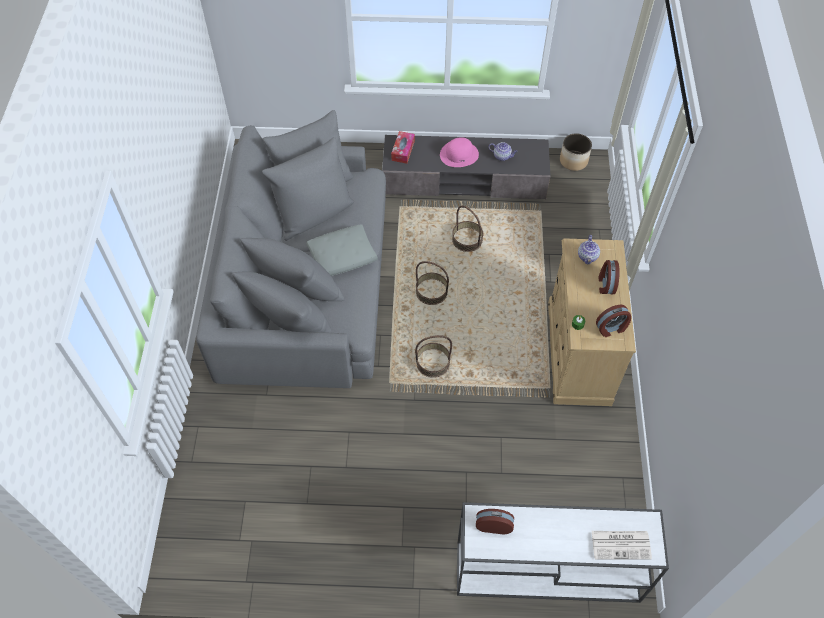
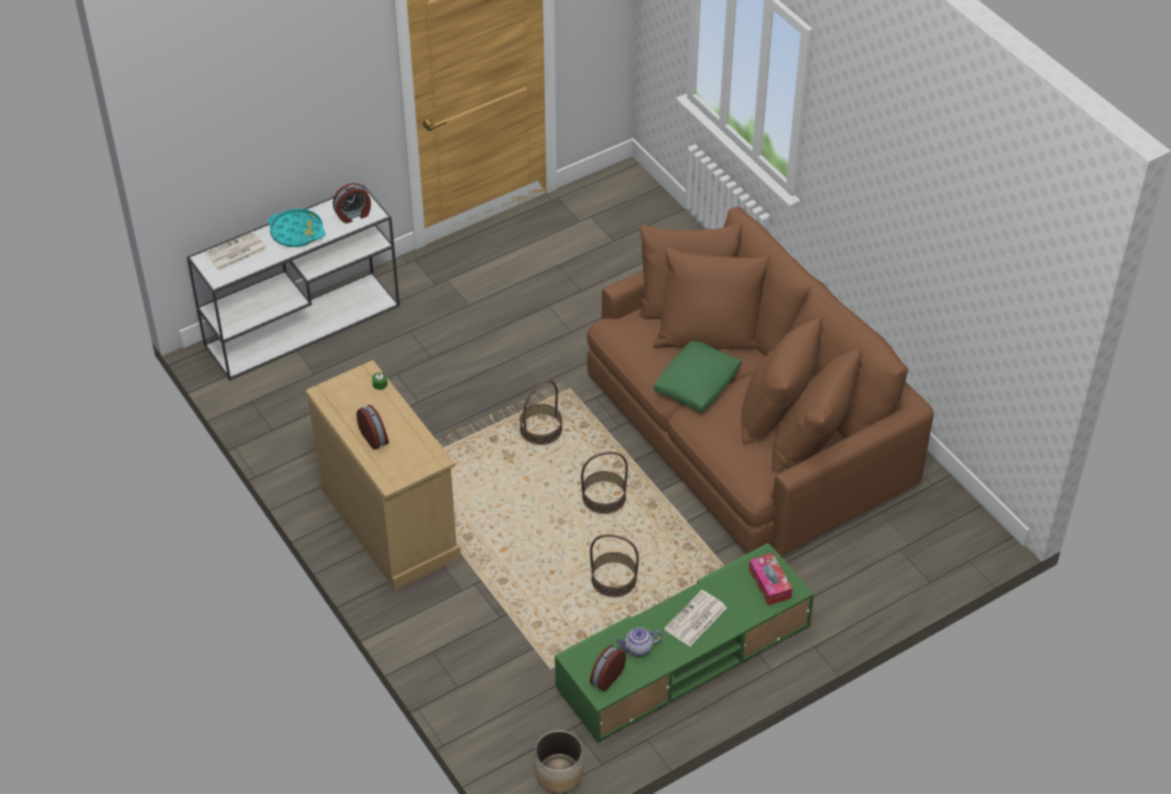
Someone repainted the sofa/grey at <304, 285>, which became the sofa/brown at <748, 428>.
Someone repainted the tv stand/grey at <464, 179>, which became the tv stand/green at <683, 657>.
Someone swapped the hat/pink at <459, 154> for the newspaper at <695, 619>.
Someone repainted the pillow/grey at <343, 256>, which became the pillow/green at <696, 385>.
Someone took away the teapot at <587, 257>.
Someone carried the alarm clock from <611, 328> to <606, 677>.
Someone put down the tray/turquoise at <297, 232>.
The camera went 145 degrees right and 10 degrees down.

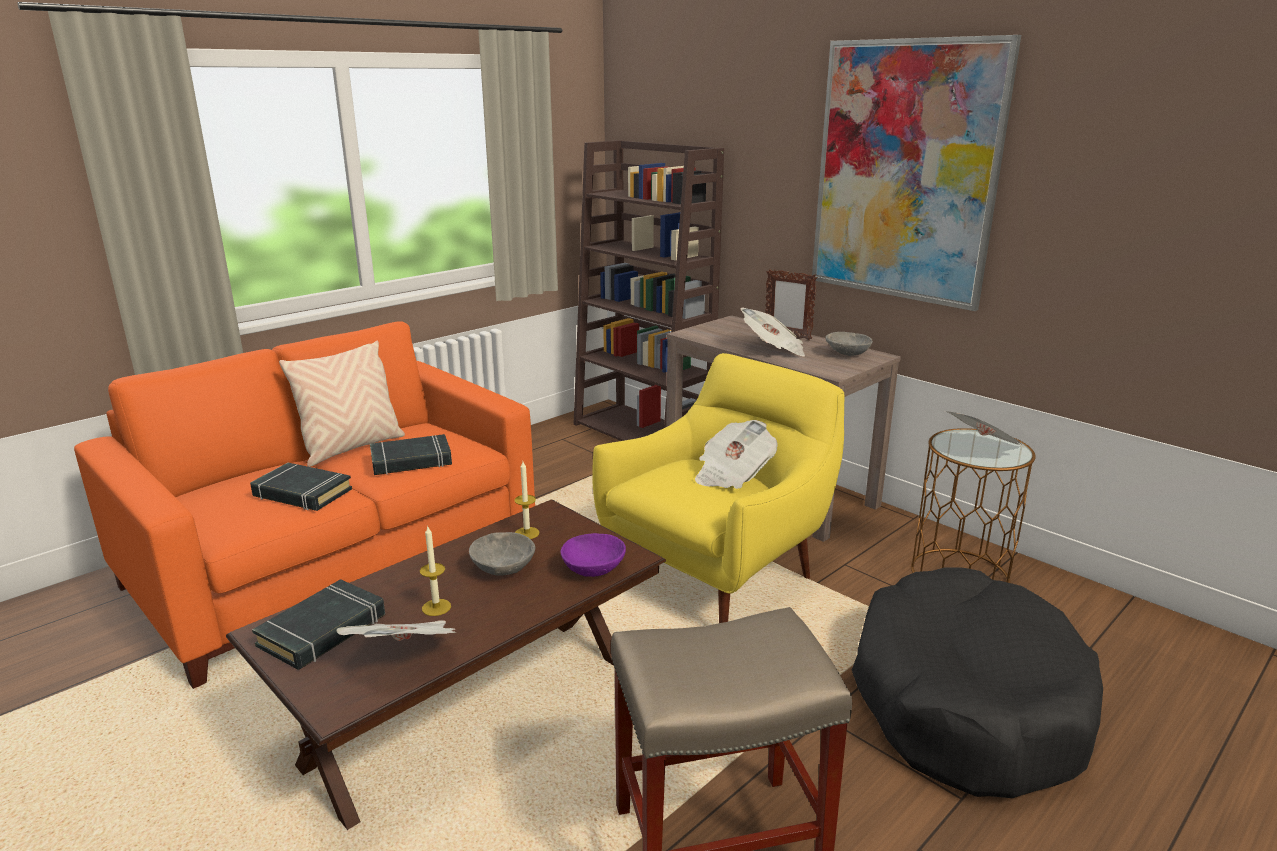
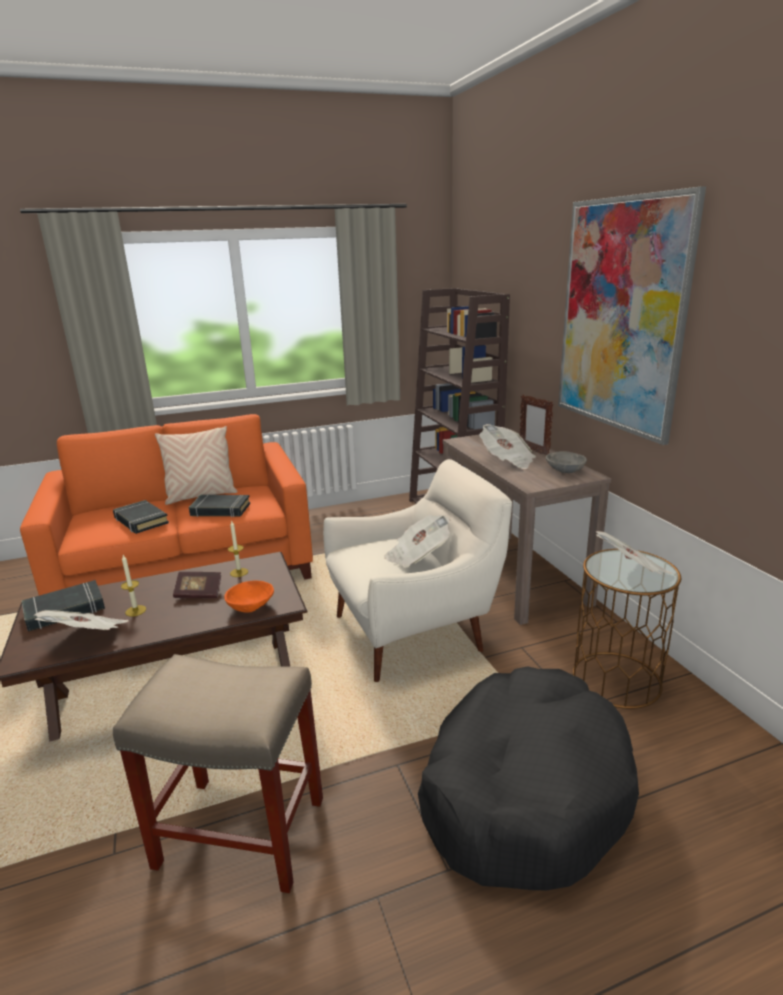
Someone repainted the armchair/yellow at <716, 573>, which became the armchair/white at <414, 631>.
Someone swapped the bowl/grey at <502, 568> for the book at <199, 593>.
Someone repainted the bowl/purple at <594, 569>, which became the bowl/orange at <252, 607>.
The camera went 25 degrees right and 0 degrees up.

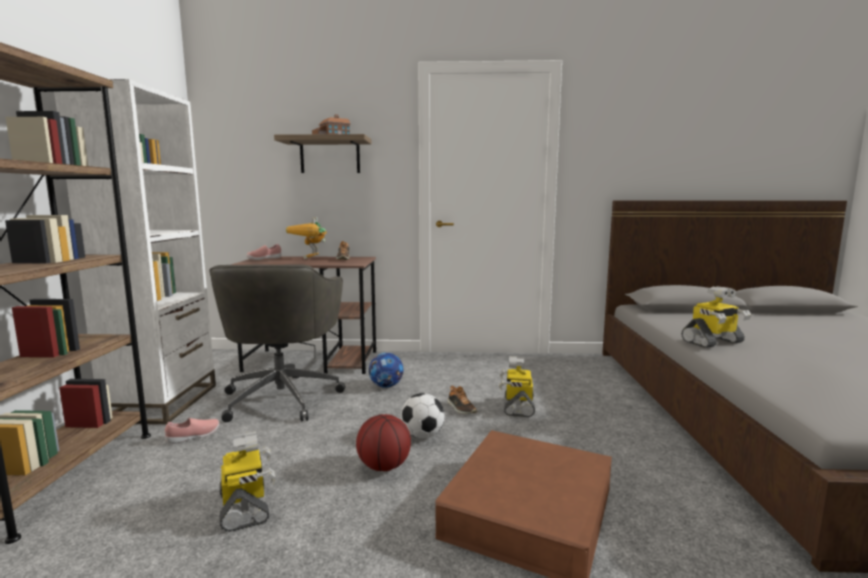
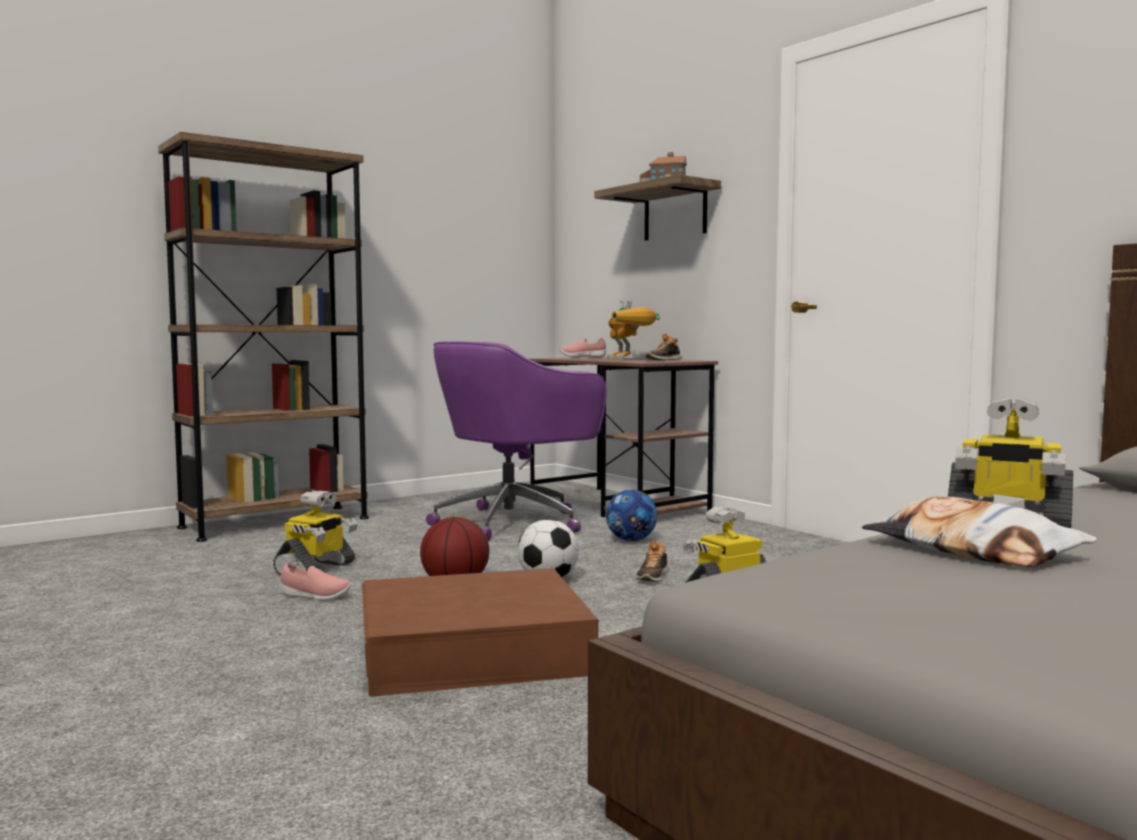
Someone took away the bookcase/white at <163, 402>.
Someone rotated the toy robot at <312, 259> by 90 degrees counterclockwise.
Someone repainted the office chair/grey at <282, 397>, which became the office chair/purple at <513, 522>.
Someone carried the shoe/pink from <194, 436> to <315, 596>.
Someone put down the pillow at <972, 550>.
The camera went 50 degrees right and 5 degrees down.

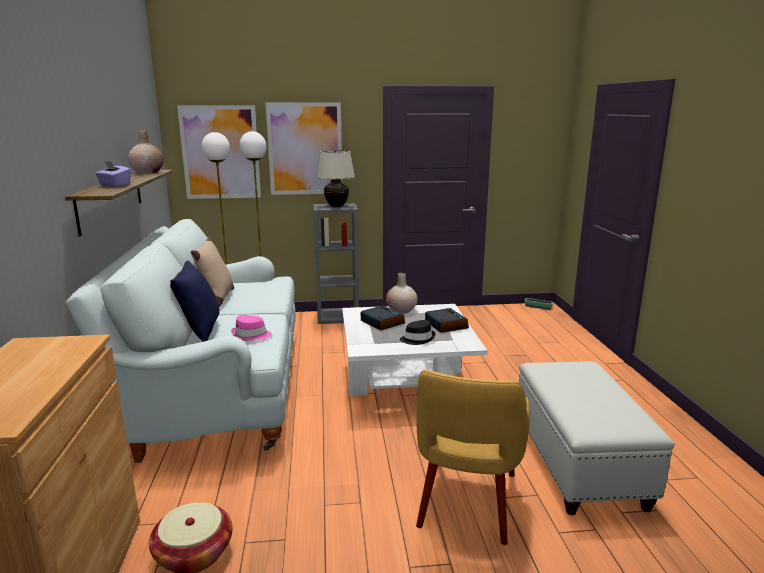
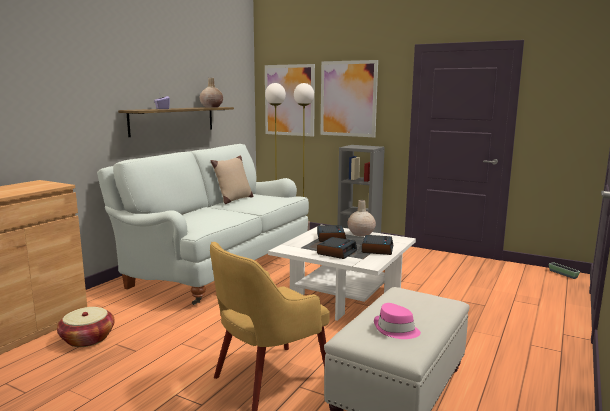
Someone took away the table lamp/beige at <336, 206>.
Someone took away the pillow/blue at <199, 331>.
Someone carried the hat/pink from <251, 335> to <396, 330>.
Someone swapped the hat/black at <417, 339> for the alarm clock at <336, 252>.
The camera went 35 degrees right and 5 degrees down.

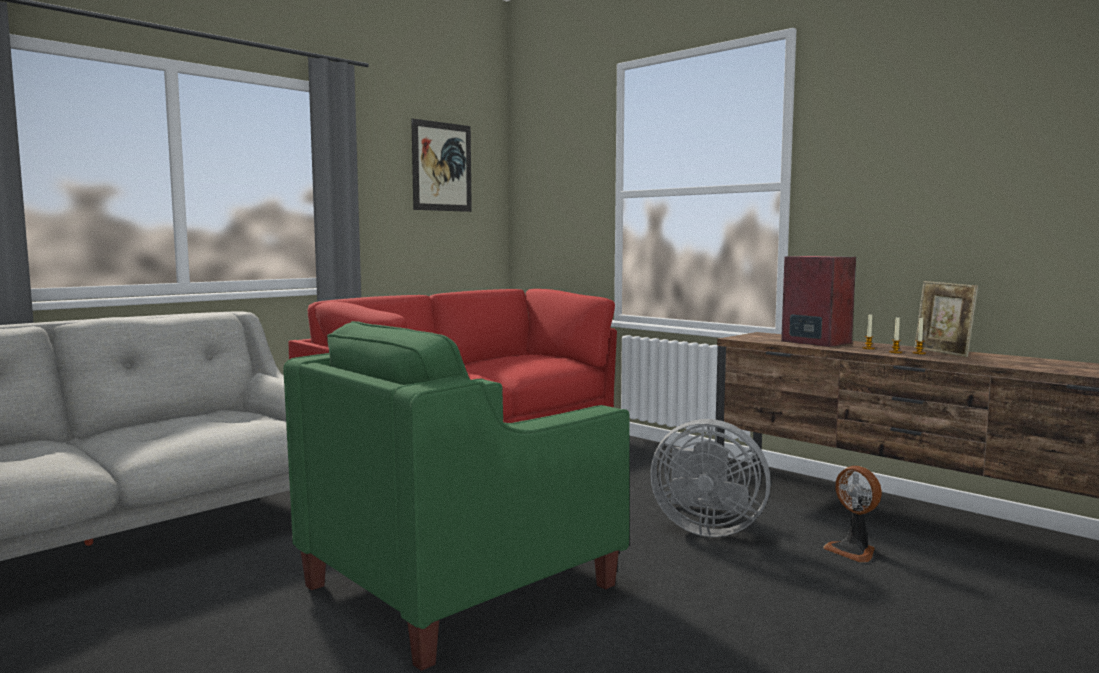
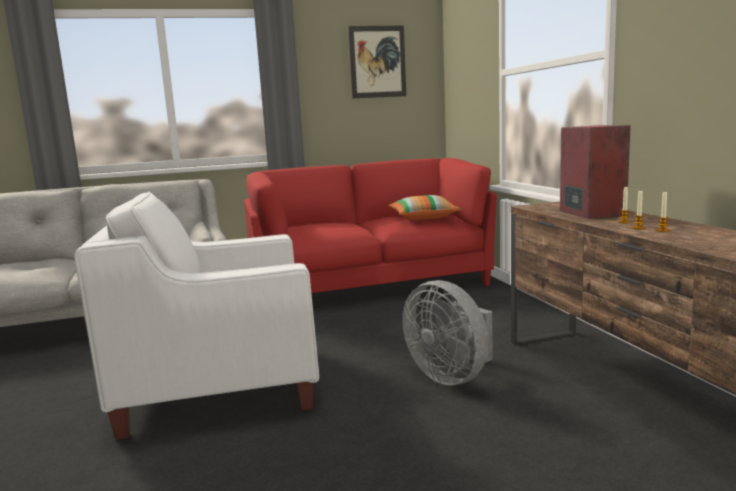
Someone took away the picture frame at <942, 353>.
Someone repainted the armchair/green at <460, 585>, which became the armchair/white at <219, 386>.
Someone took away the fan at <853, 551>.
Someone put down the pillow at <423, 218>.
The camera went 30 degrees right and 5 degrees up.

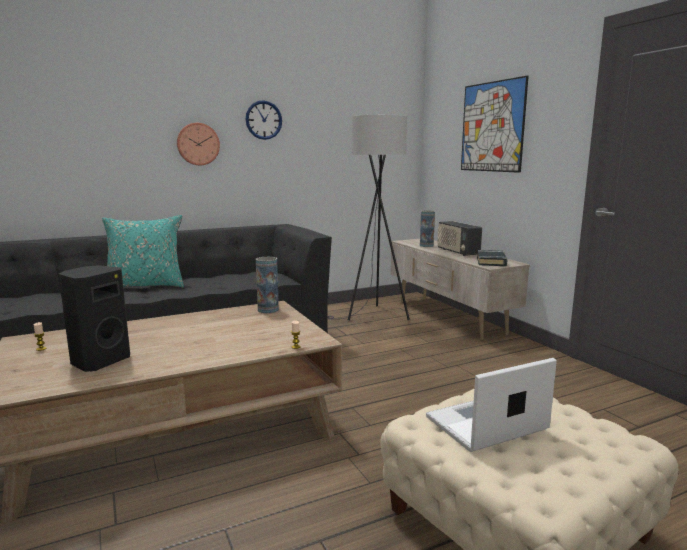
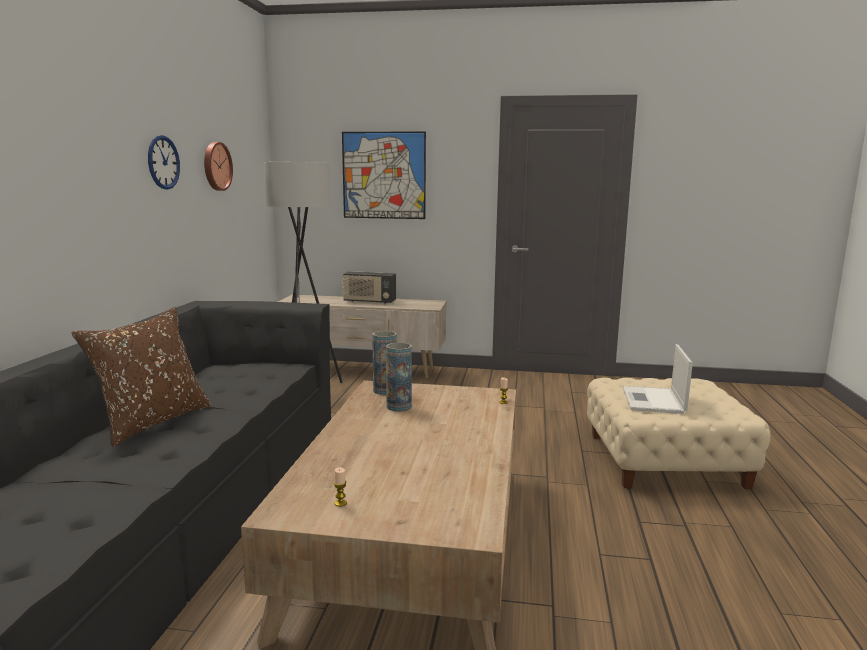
Someone carried the wall clock from <198, 144> to <216, 166>.
Someone carried the vase from <426, 245> to <399, 406>.
Someone repainted the pillow/turquoise at <145, 285>, which became the pillow/brown at <152, 422>.
Someone took away the book/black at <491, 261>.
Someone took away the speaker/black at <99, 361>.
The camera went 55 degrees left and 0 degrees up.

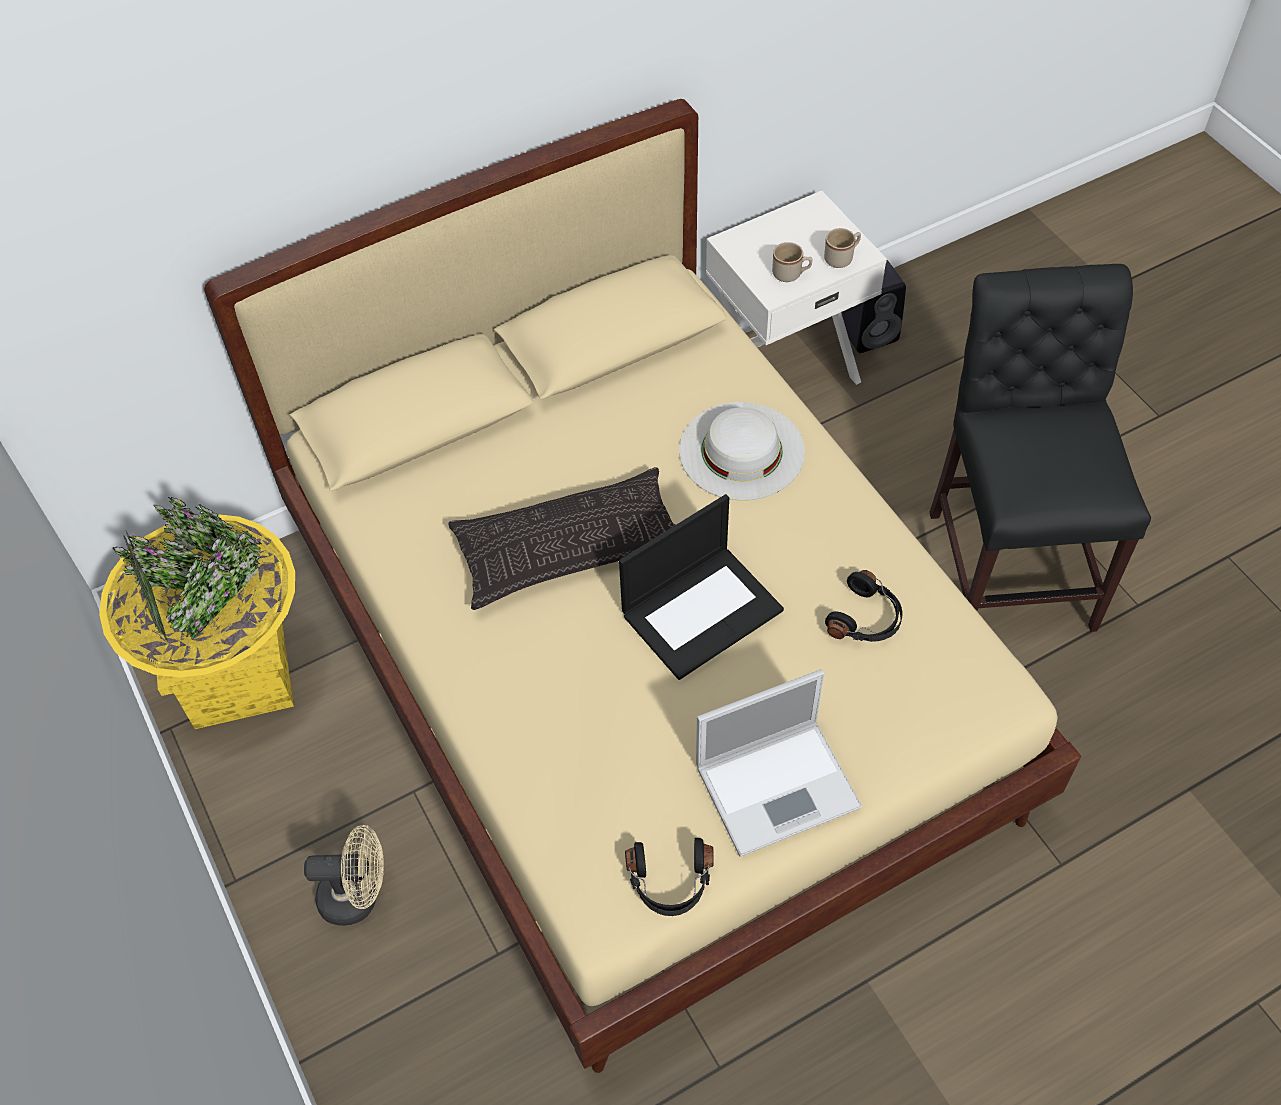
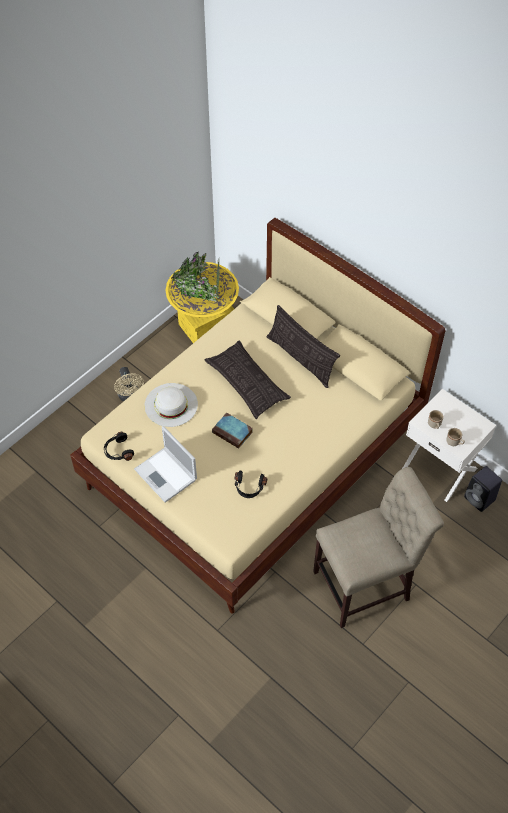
Someone repainted the chair/black at <1009, 559>, which became the chair/beige at <367, 584>.
Someone carried the hat/white from <741, 450> to <171, 404>.
Someone swapped the laptop at <702, 610> for the book at <233, 432>.
Someone put down the pillow at <301, 359>.
The camera went 70 degrees right and 0 degrees up.

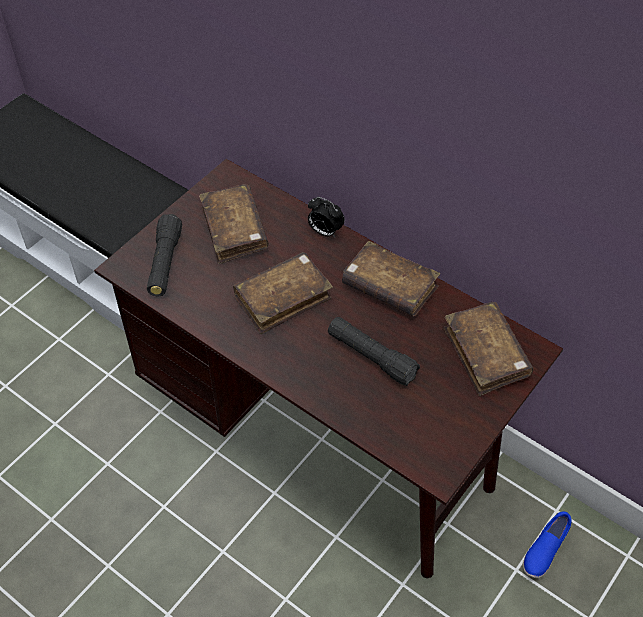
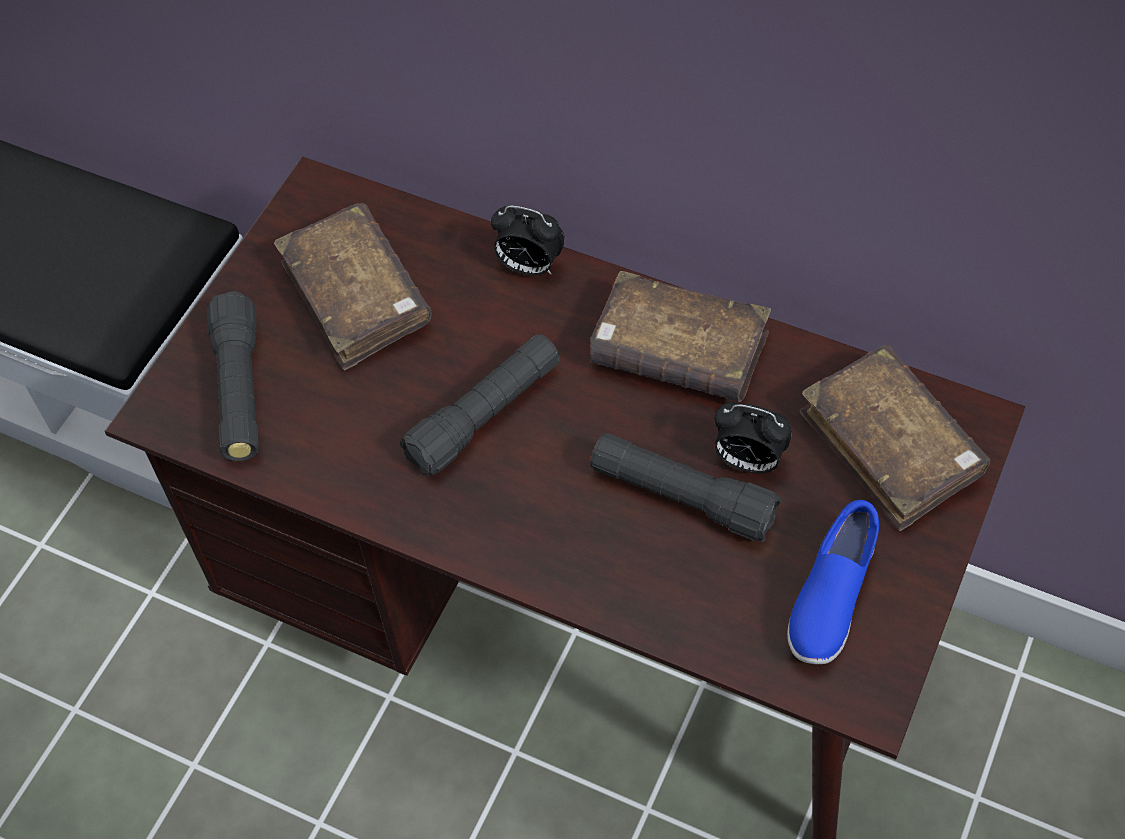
Someone swapped the book/brown at <282, 298> for the flashlight/black at <485, 415>.
Someone carried the shoe/blue from <544, 550> to <829, 597>.
Someone put down the alarm clock at <747, 461>.
The camera went 10 degrees left and 5 degrees up.

